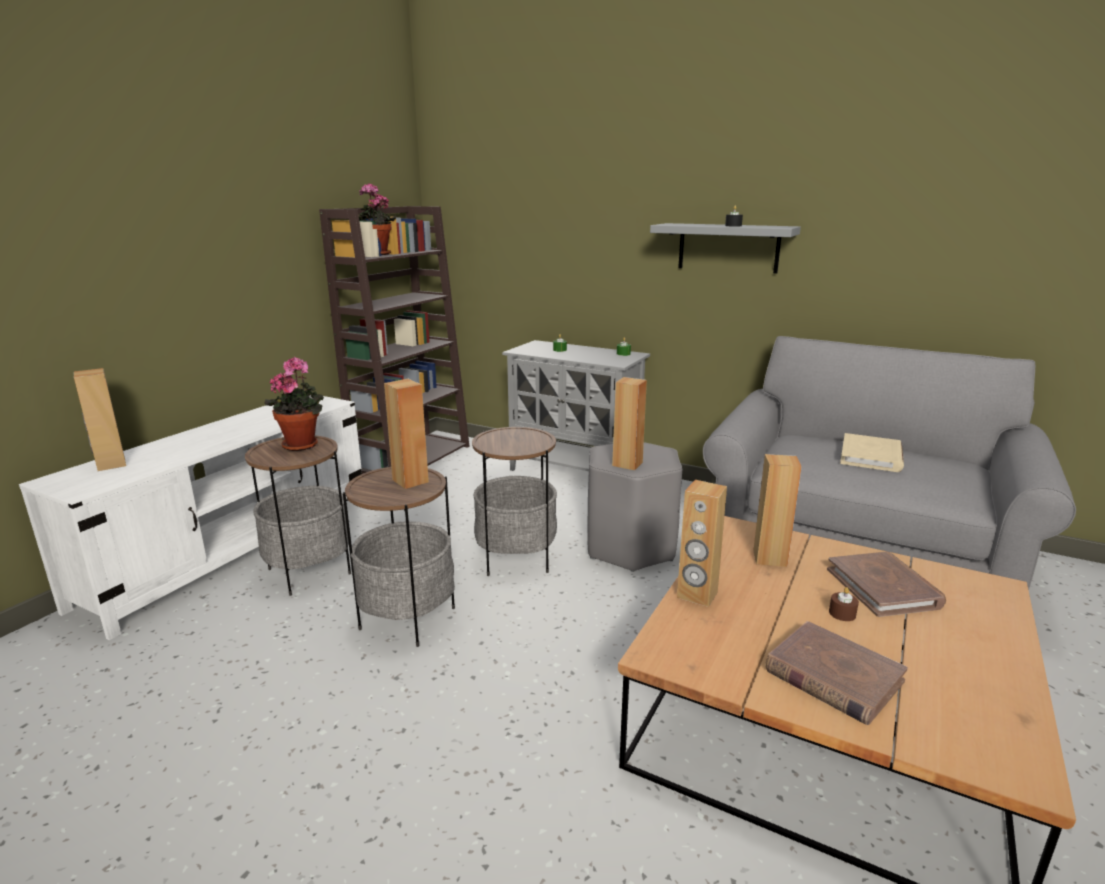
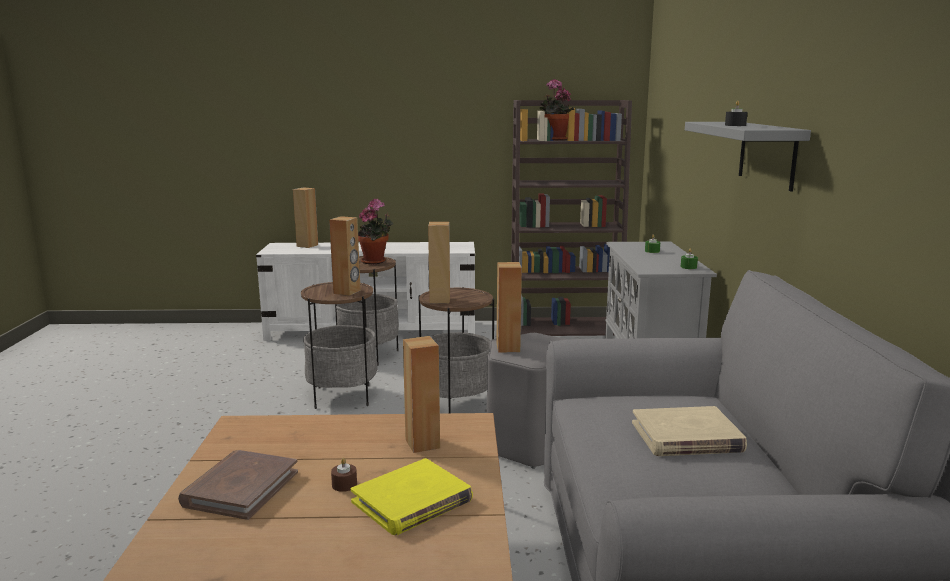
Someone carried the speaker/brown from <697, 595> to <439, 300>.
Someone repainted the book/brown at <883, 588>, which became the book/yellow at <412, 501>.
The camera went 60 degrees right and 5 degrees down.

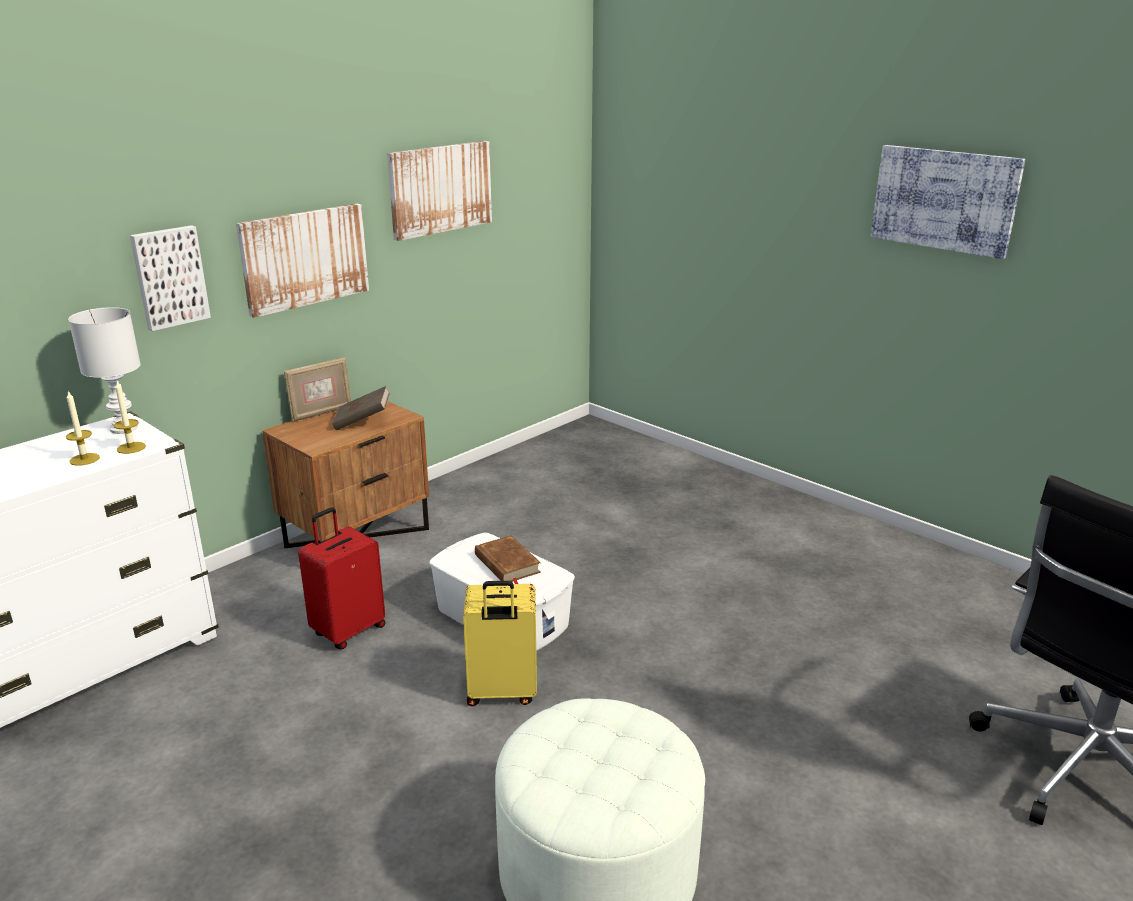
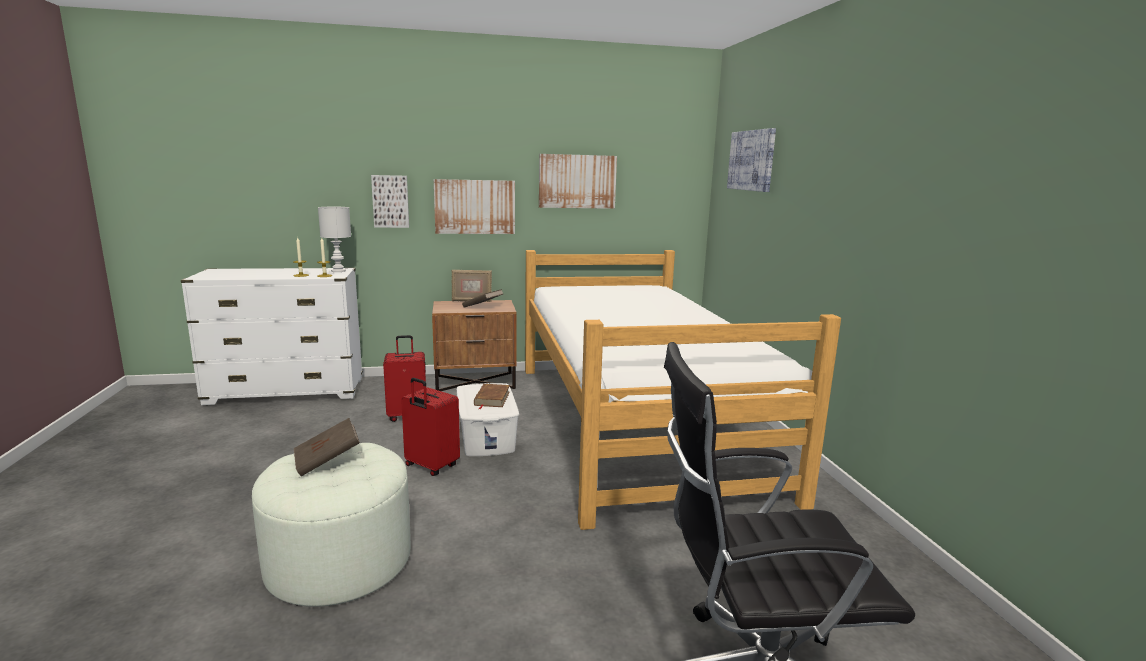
Someone carried the picture from <944, 200> to <751, 160>.
Someone repainted the suitcase/yellow at <501, 693>, which became the suitcase/red at <430, 466>.
Someone put down the bed at <635, 423>.
Someone put down the book/brown at <327, 461>.
The camera went 35 degrees right and 10 degrees down.

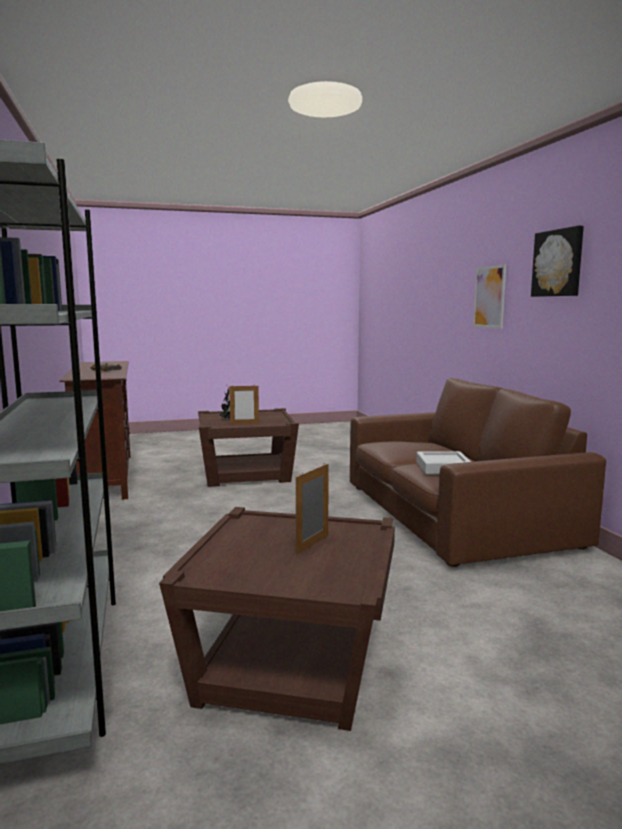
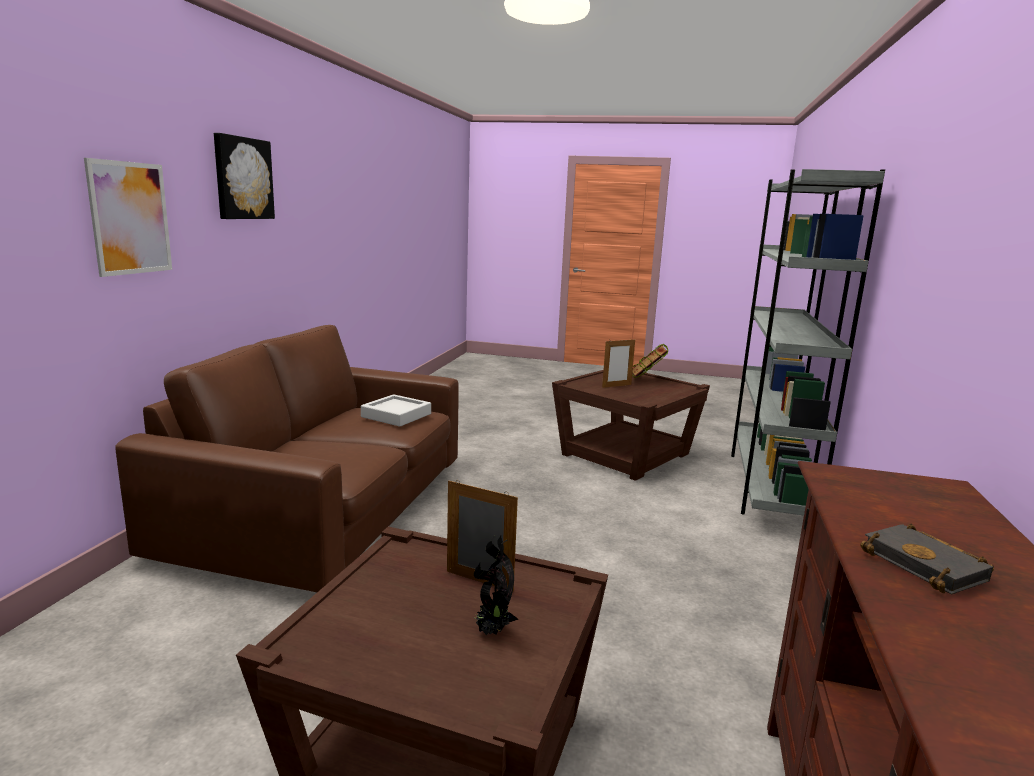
Someone put down the book at <647, 380>.
The camera went 150 degrees left and 5 degrees up.

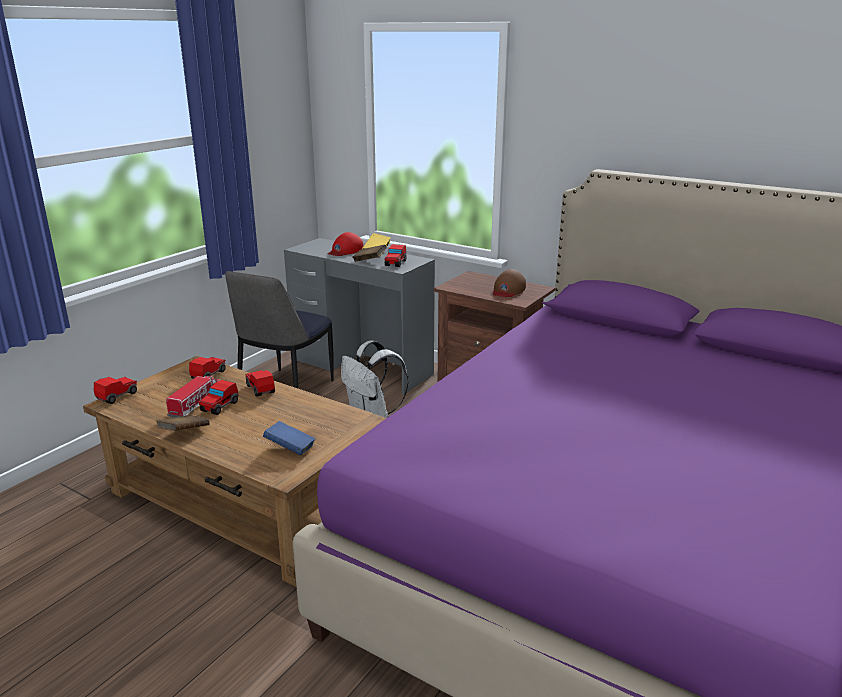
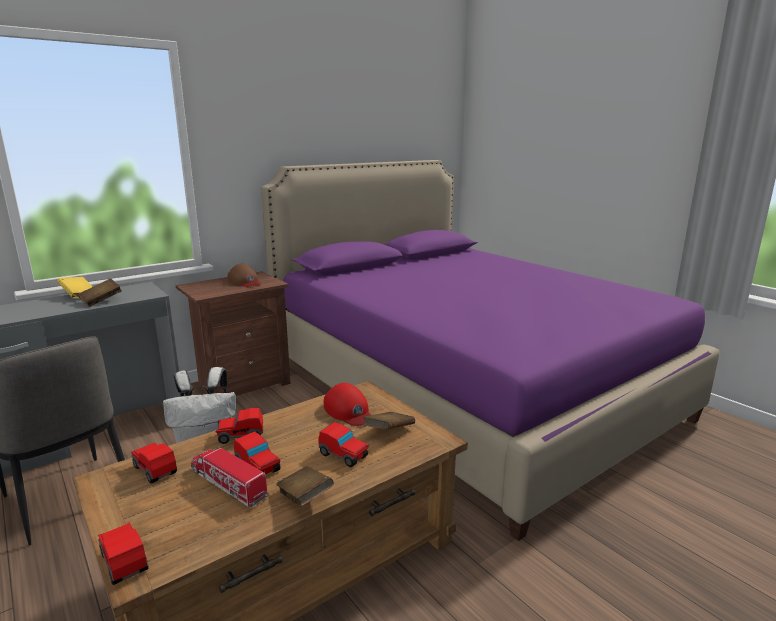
Someone carried the cap/red from <345, 251> to <348, 411>.
Someone carried the toy car from <395, 263> to <344, 455>.
Someone repainted the book/blue at <290, 448>, which became the book/brown at <389, 431>.
The camera went 70 degrees left and 5 degrees down.

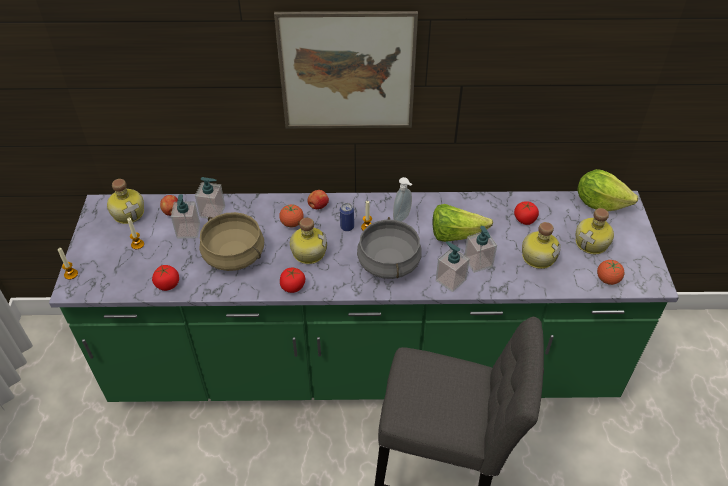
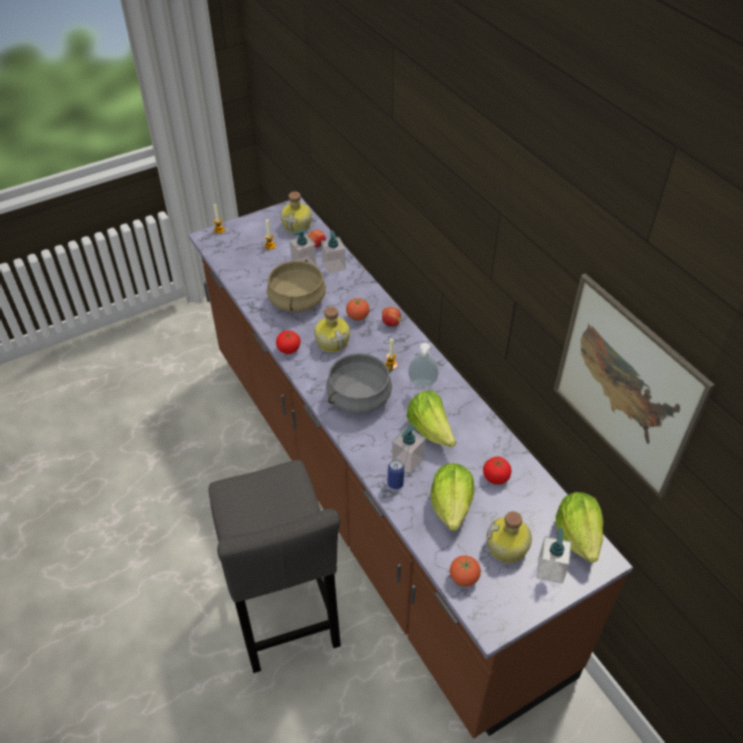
Someone carried the picture from <347, 72> to <625, 386>.
Someone repainted the counter/green at <364, 365>, which became the counter/brown at <371, 498>.
Someone carried the can from <347, 227> to <395, 483>.
Someone swapped the bottle at <538, 256> for the lettuce at <451, 506>.
Someone carried the soap dispenser from <450, 280> to <550, 569>.
Someone took away the tomato at <168, 284>.
The camera went 60 degrees right and 0 degrees up.

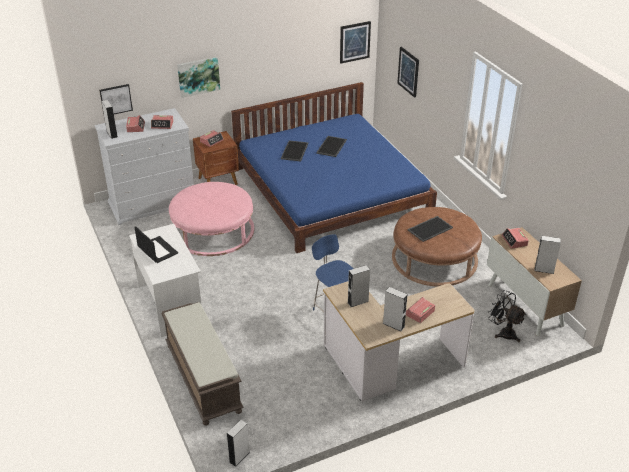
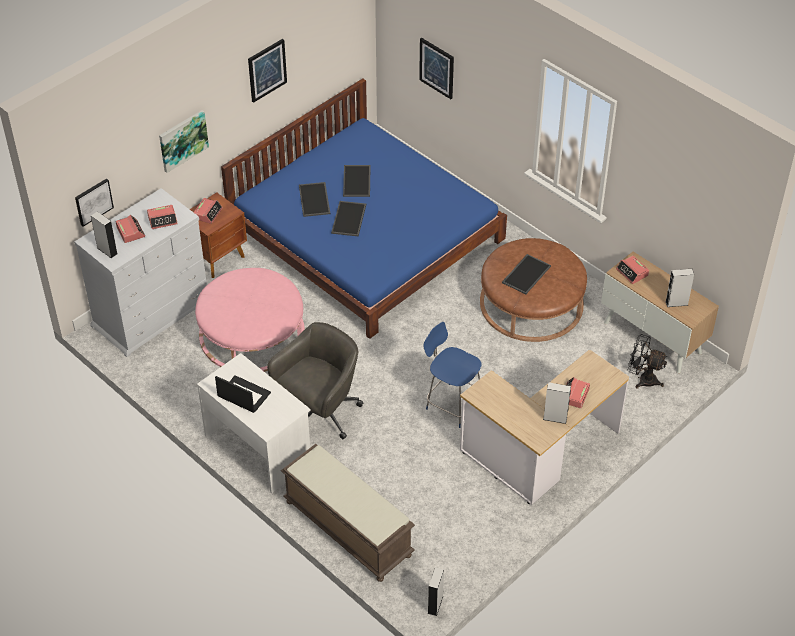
Someone carried the picture from <354, 42> to <267, 70>.
Someone took away the speaker/grey at <358, 302>.
Someone put down the tray at <349, 219>.
Someone put down the office chair/grey at <319, 414>.
The camera went 20 degrees left and 10 degrees up.

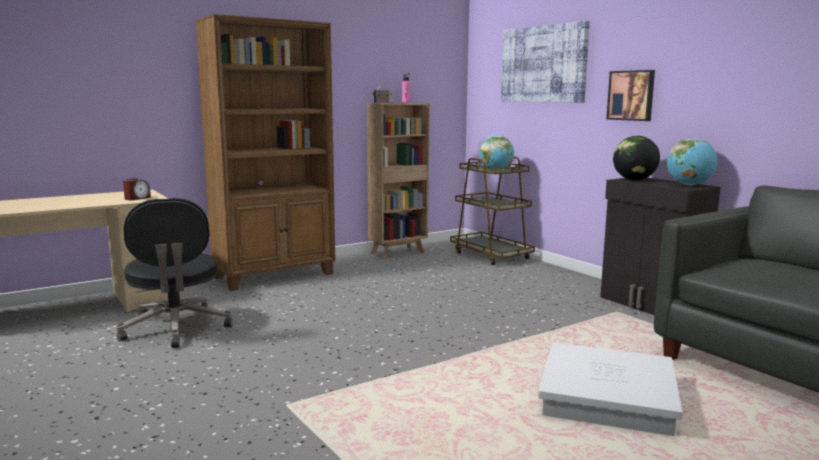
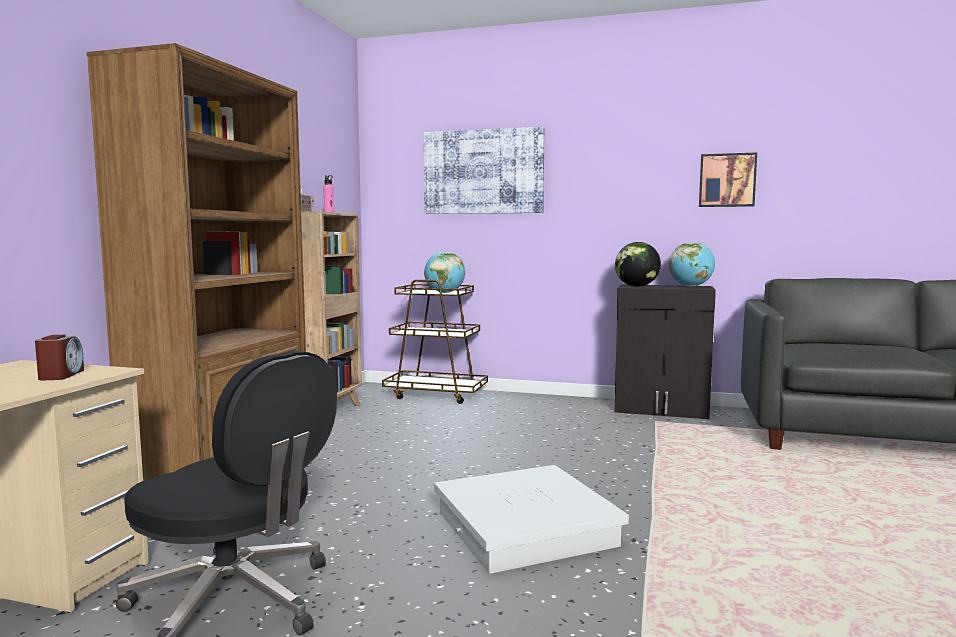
Someone carried the picture from <631, 95> to <727, 180>.
Someone carried the storage box/white from <607, 399> to <525, 529>.
The camera went 40 degrees left and 5 degrees down.

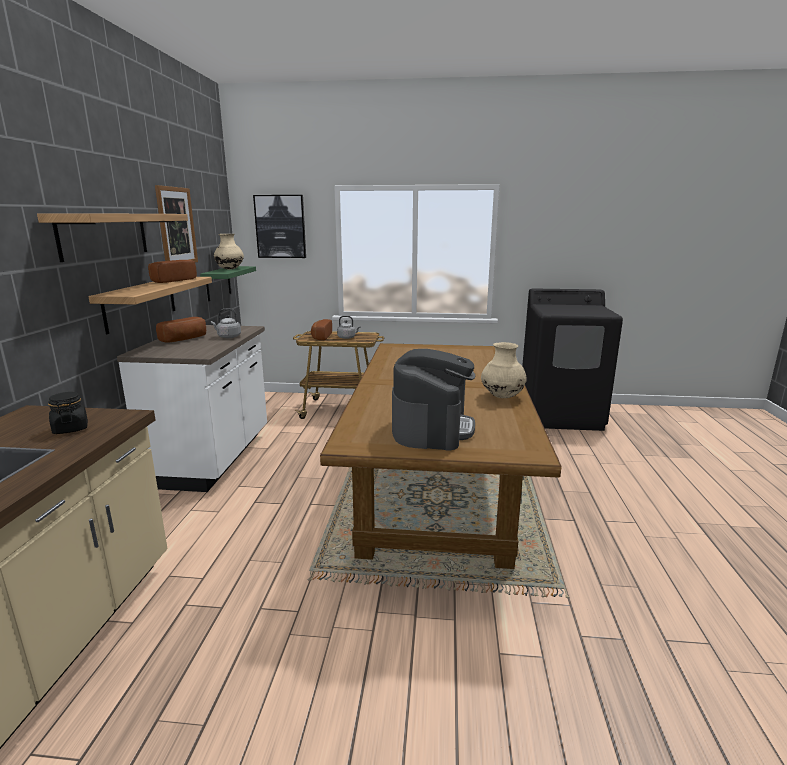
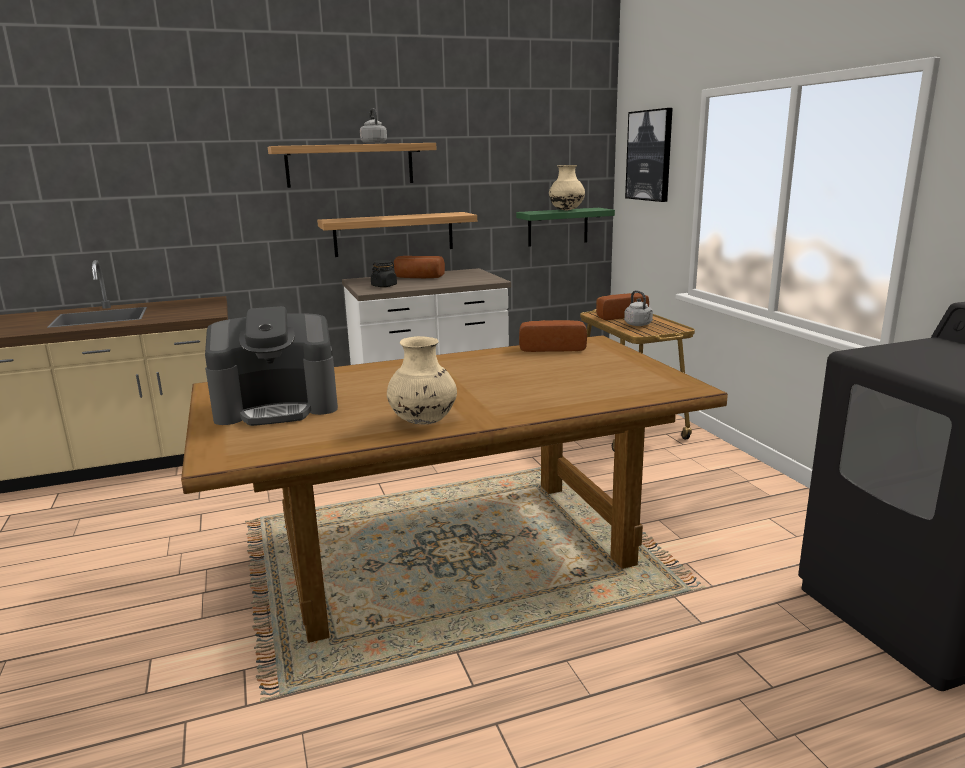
Someone took away the picture at <176, 226>.
Someone carried the bread from <171, 280> to <551, 348>.
Someone carried the kettle/grey from <228, 337> to <373, 143>.
Someone carried the jar/black from <70, 429> to <384, 286>.
The camera went 65 degrees right and 0 degrees up.

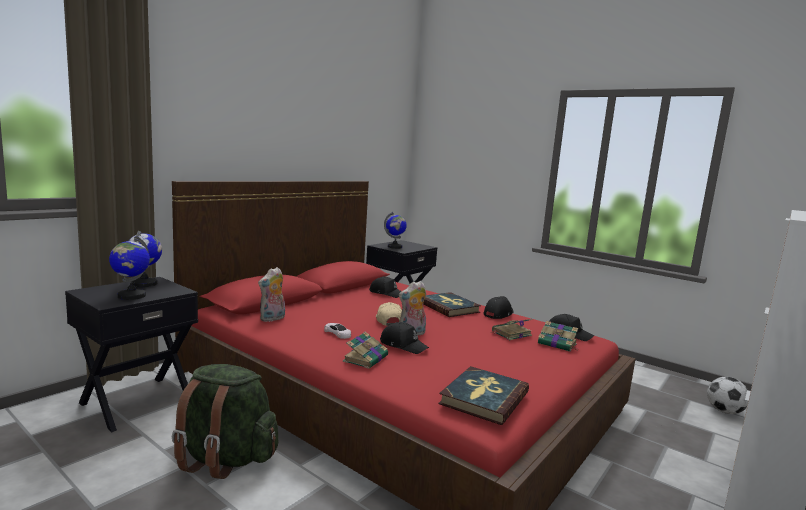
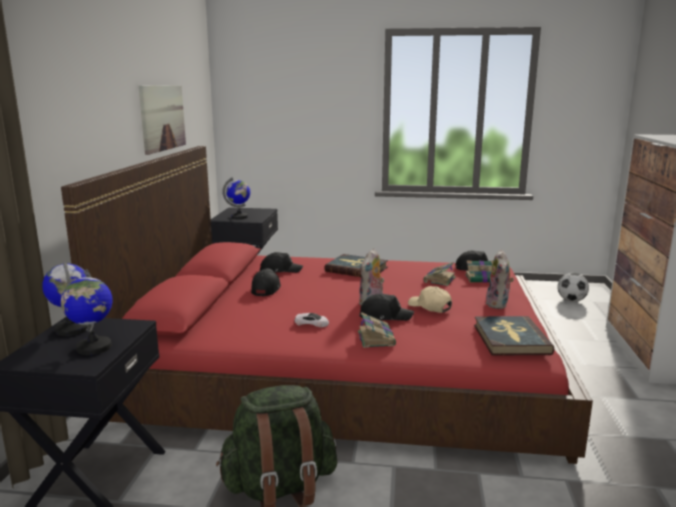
Someone carried the plush toy from <272, 319> to <498, 304>.
Someone carried the cap/black from <498, 314> to <265, 289>.
Someone carried the cap/beige from <388, 321> to <430, 307>.
Someone put up the picture at <162, 117>.
The camera went 30 degrees left and 5 degrees up.

